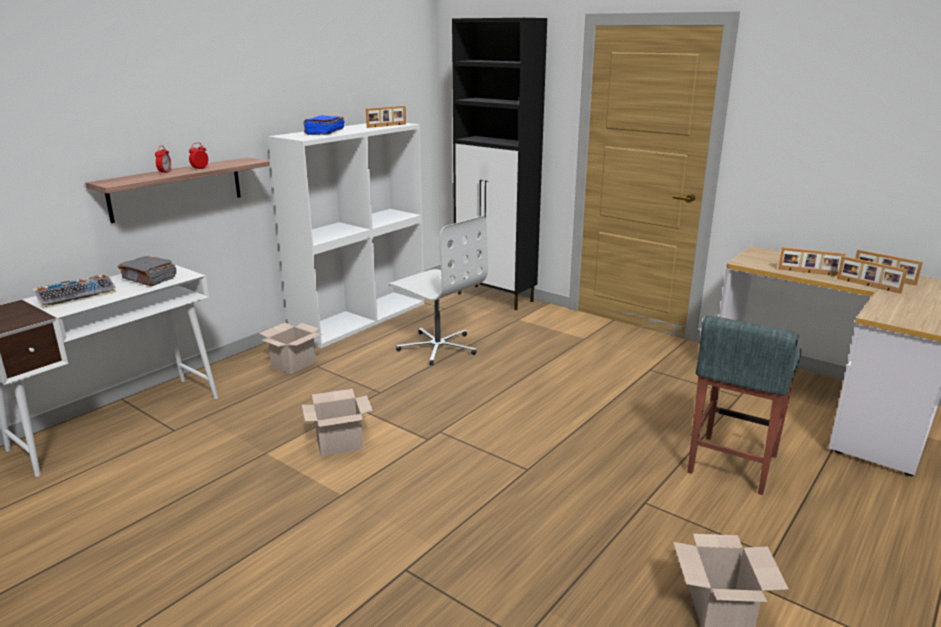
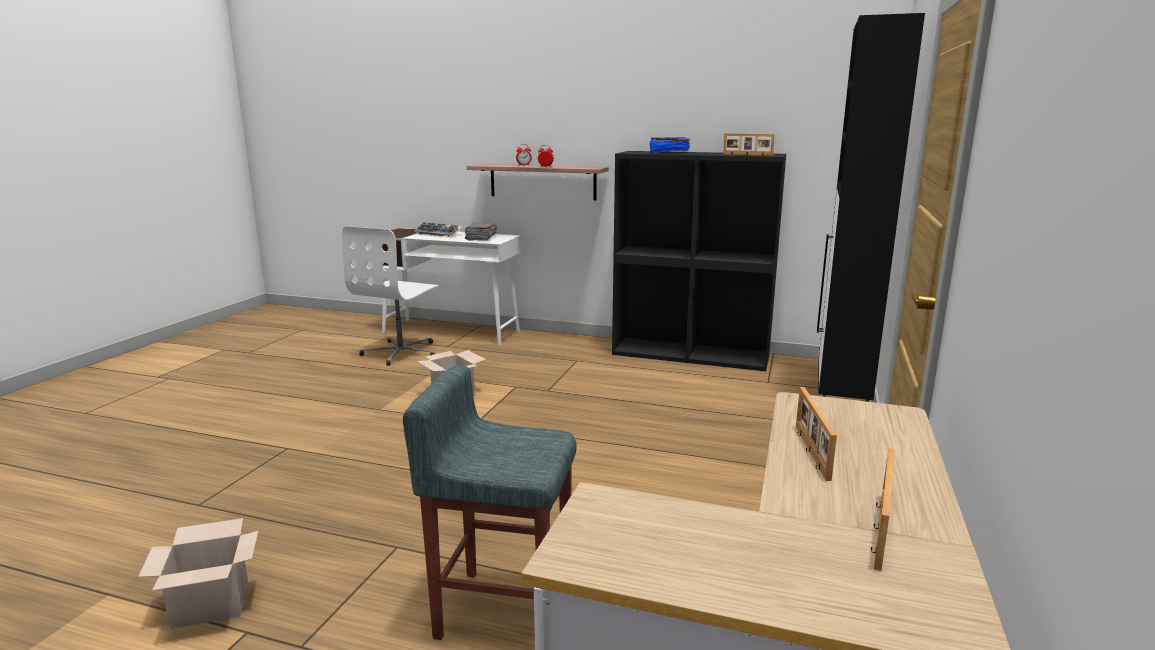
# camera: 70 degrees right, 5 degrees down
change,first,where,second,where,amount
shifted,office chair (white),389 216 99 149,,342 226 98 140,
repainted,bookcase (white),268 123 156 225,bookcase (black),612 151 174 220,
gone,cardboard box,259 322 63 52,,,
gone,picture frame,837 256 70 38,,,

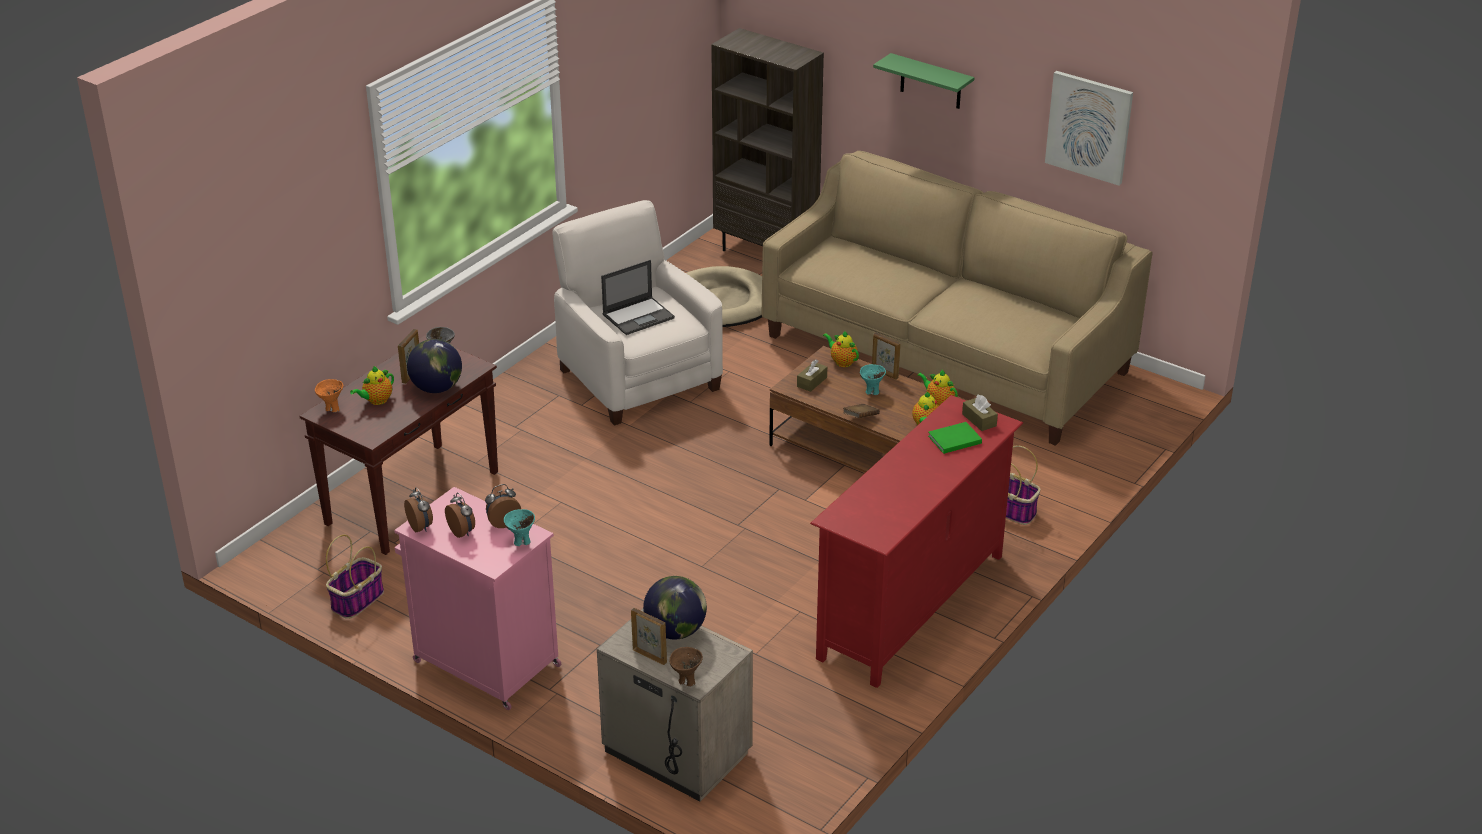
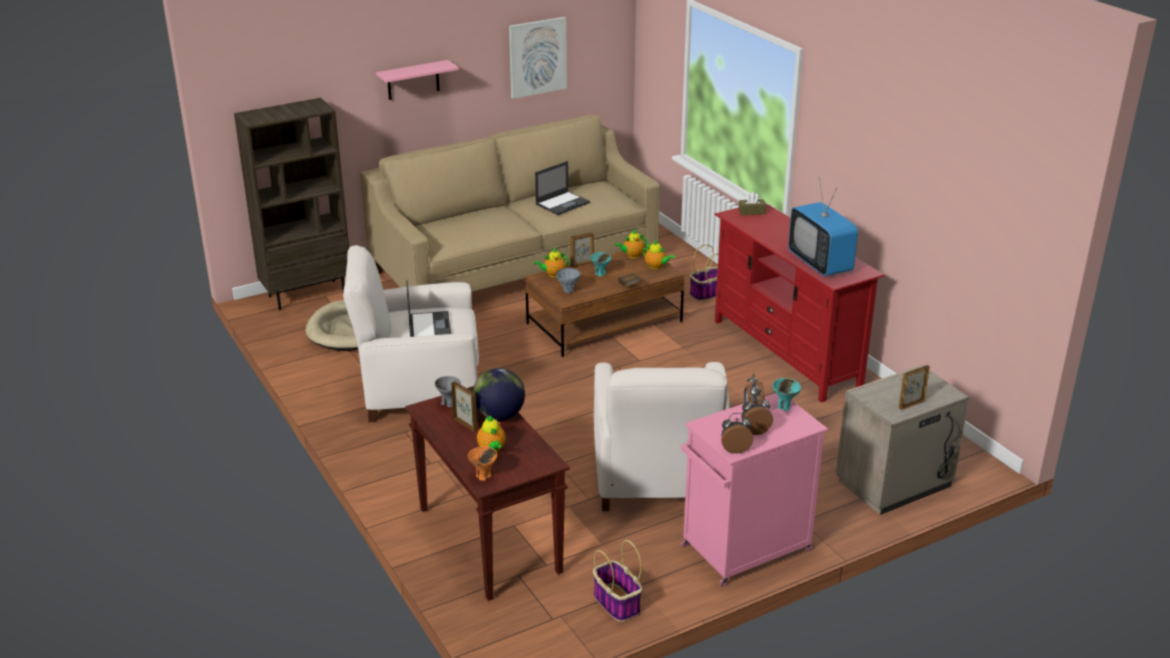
# camera: 65 degrees left, 5 degrees down
change,first,where,second,where,amount
repainted,shelf (green),873 53 101 56,shelf (pink),376 60 83 40,
new,,,laptop,535 161 55 54,
swapped,tissue box (brown),797 360 30 32,vase (grey),556 268 24 25,
new,,,armchair (white),594 362 136 149,
new,,,television,788 177 70 99,
gone,globe,643 576 64 63,,,
gone,bowl (brown),669 647 34 40,,,
gone,book (green),928 422 54 32,,,

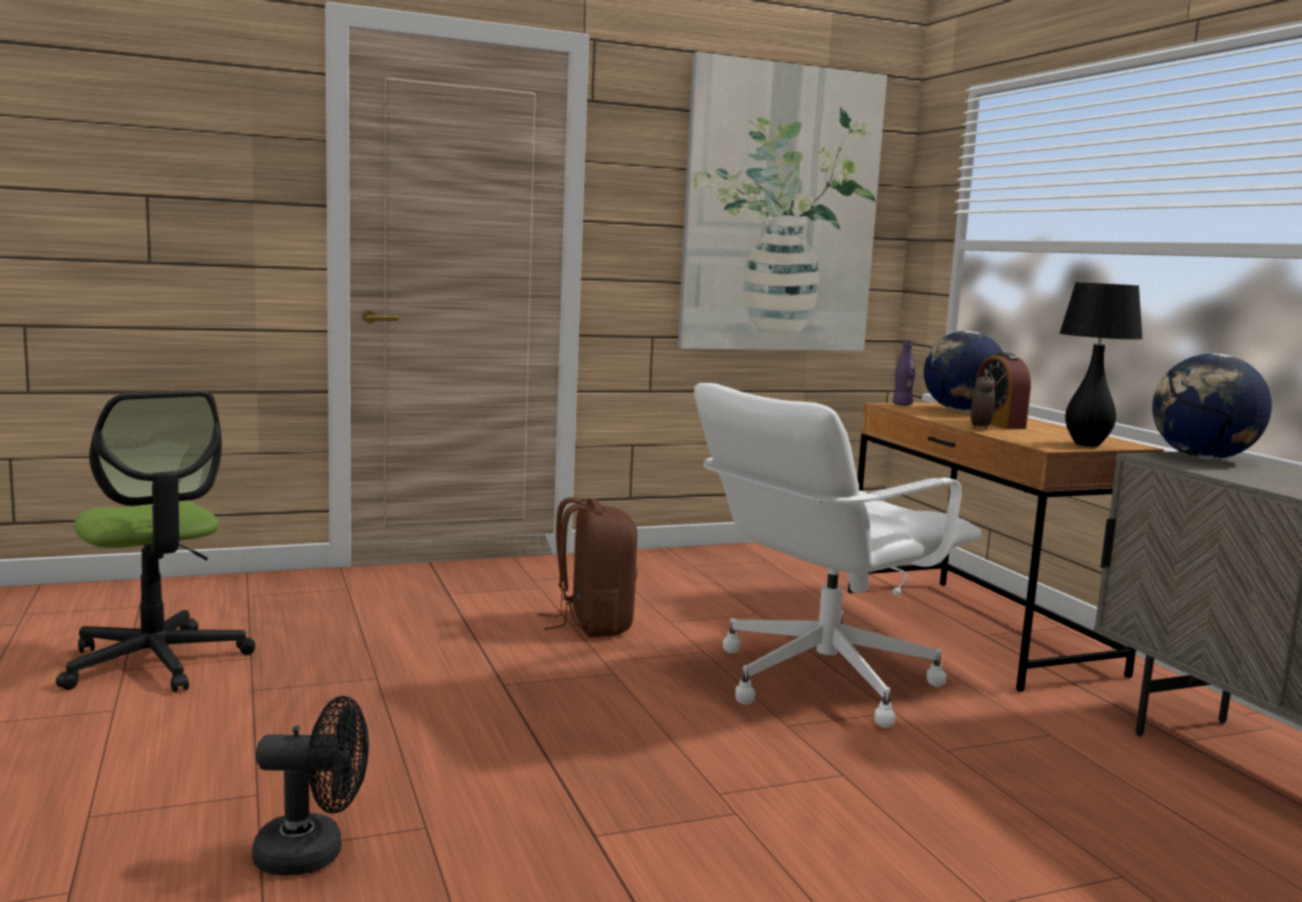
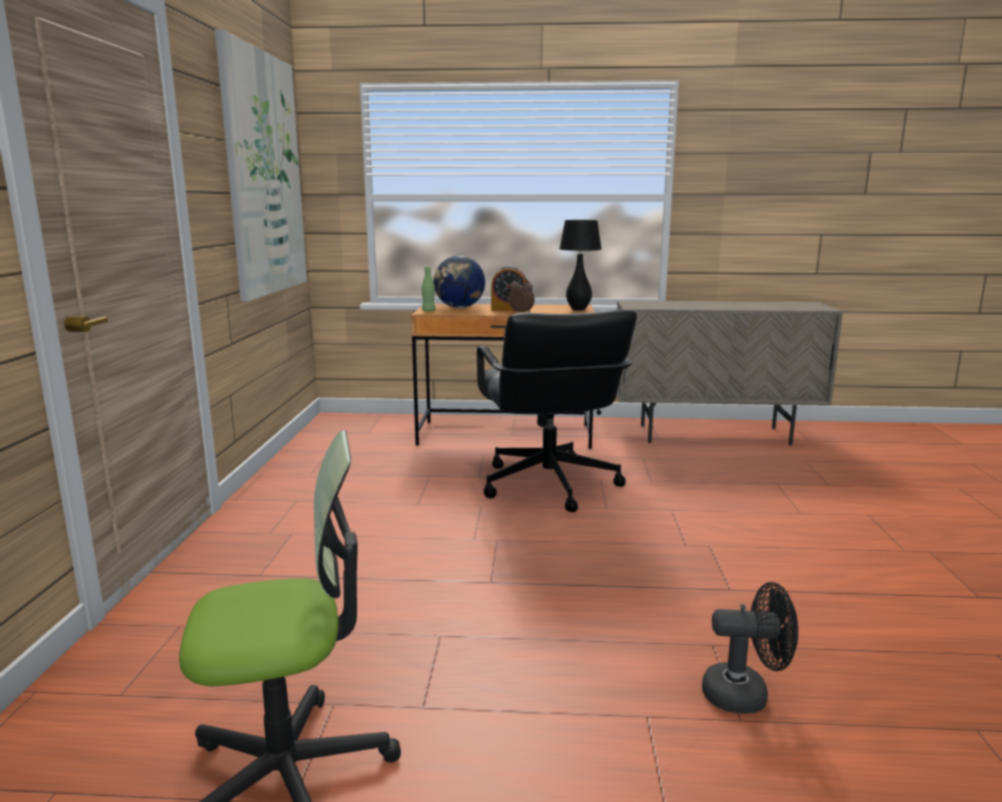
# camera: 65 degrees left, 5 degrees up
change,first,where,second,where,amount
repainted,bottle (purple),893 339 22 67,bottle (green),422 267 13 45,
repainted,office chair (white),694 383 288 345,office chair (black),477 309 160 203,
rotated,fan (black),252 696 117 180,,702 582 96 132,75 degrees clockwise
gone,backpack (brown),539 497 99 140,,,
gone,globe,1152 353 120 107,,,

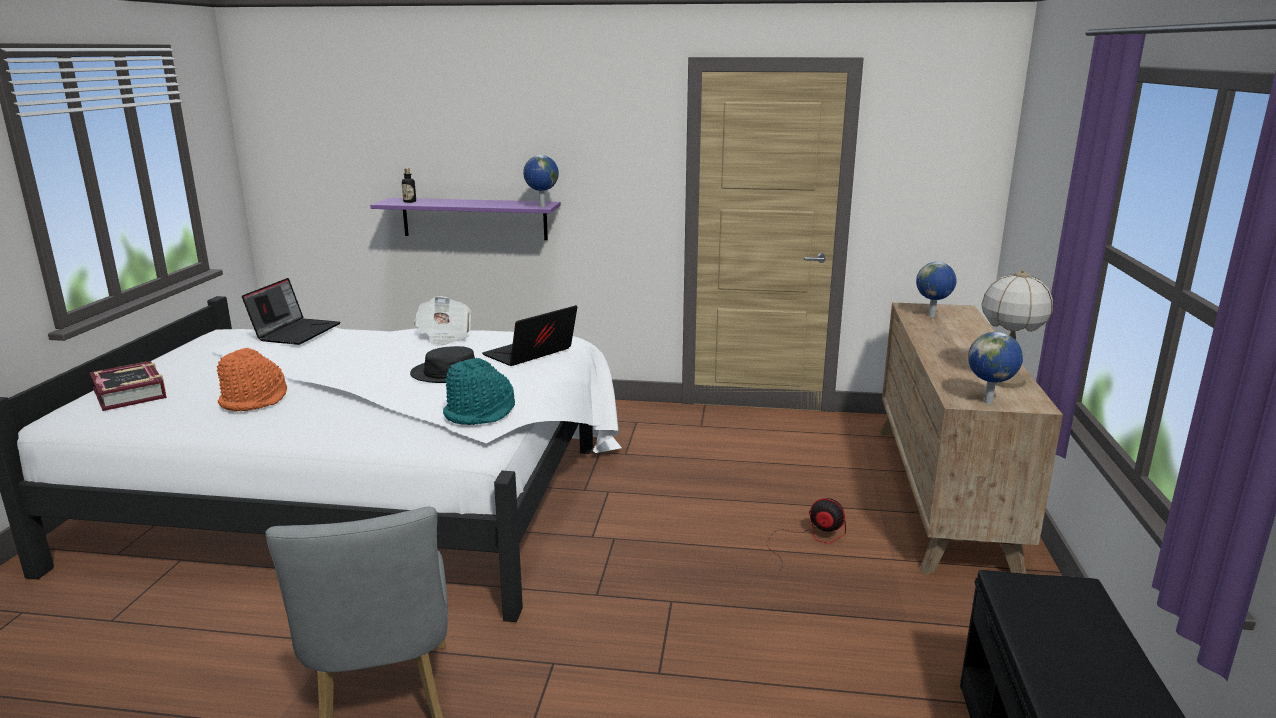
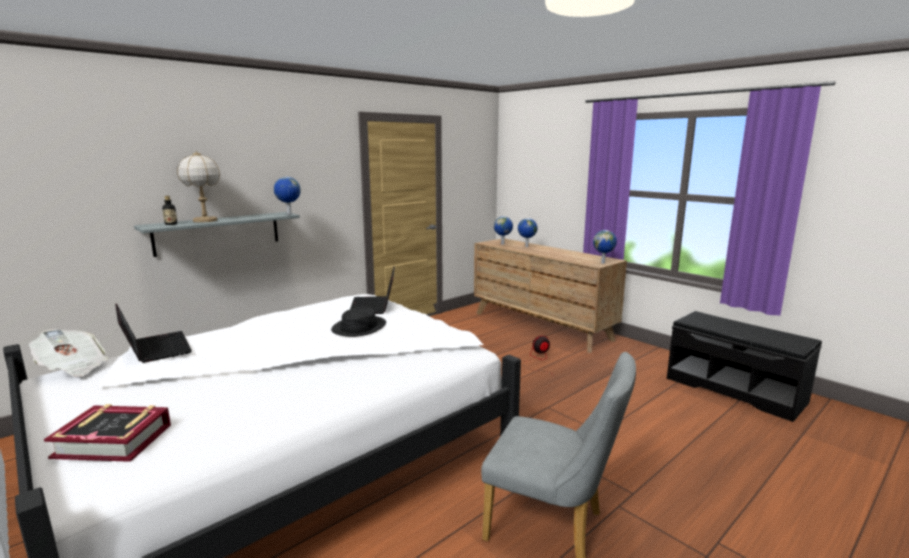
# camera: 50 degrees left, 5 degrees down
change,first,where,second,where,amount
shifted,newspaper,414 296 57 50,,29 329 79 48,
repainted,shelf (purple),370 198 191 42,shelf (grey),134 212 166 45,
shifted,table lamp,982 269 71 119,,177 151 43 72,
new,,,globe,518 218 19 29,
gone,hat (orange),217 348 70 64,,,
gone,hat (turquoise),443 358 72 67,,,

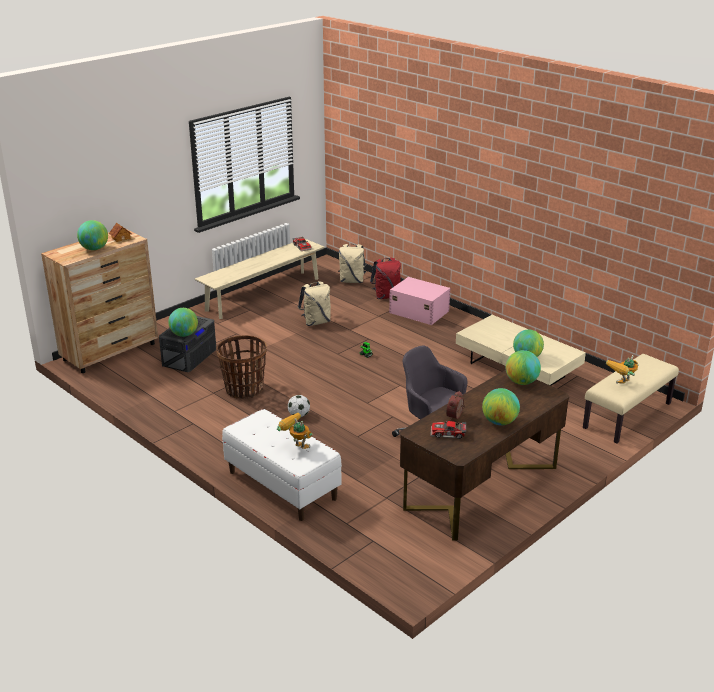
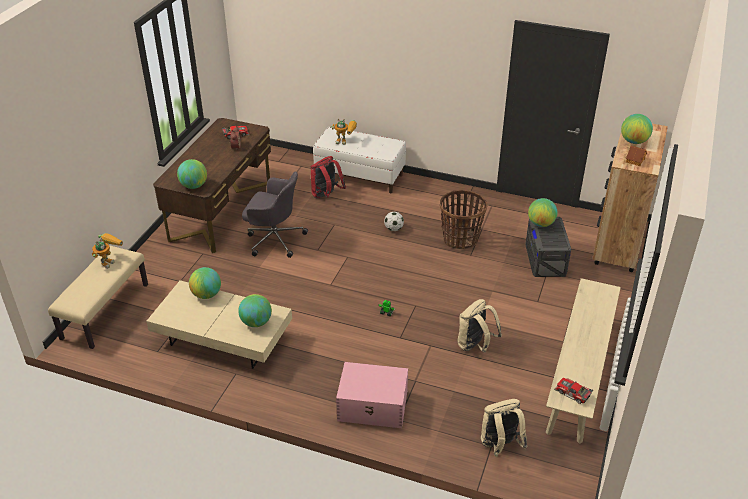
# camera: 155 degrees right, 10 degrees up
change,first,where,second,where,amount
shifted,globe,482 388 38 37,,238 294 34 33,
shifted,backpack (red),370 257 31 42,,311 156 35 42,

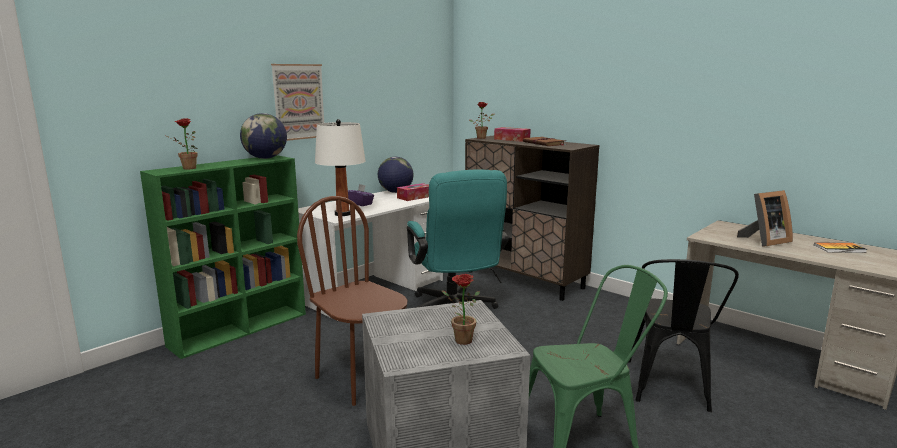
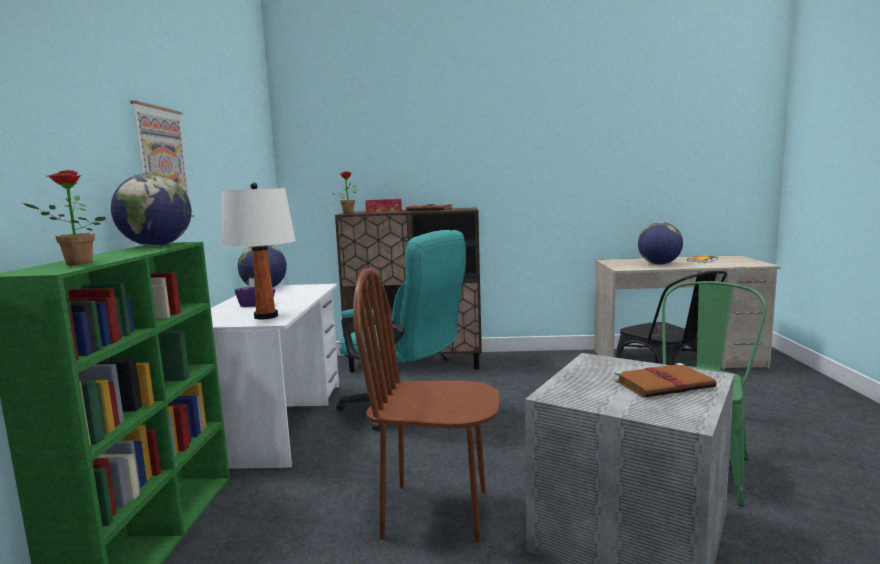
# camera: 40 degrees left, 5 degrees down
change,first,where,second,where,amount
swapped,potted plant,442 274 38 71,book (brown),615 363 102 34,
swapped,picture frame,737 190 56 57,globe,638 222 45 43,
gone,tissue box,397 183 32 18,,,

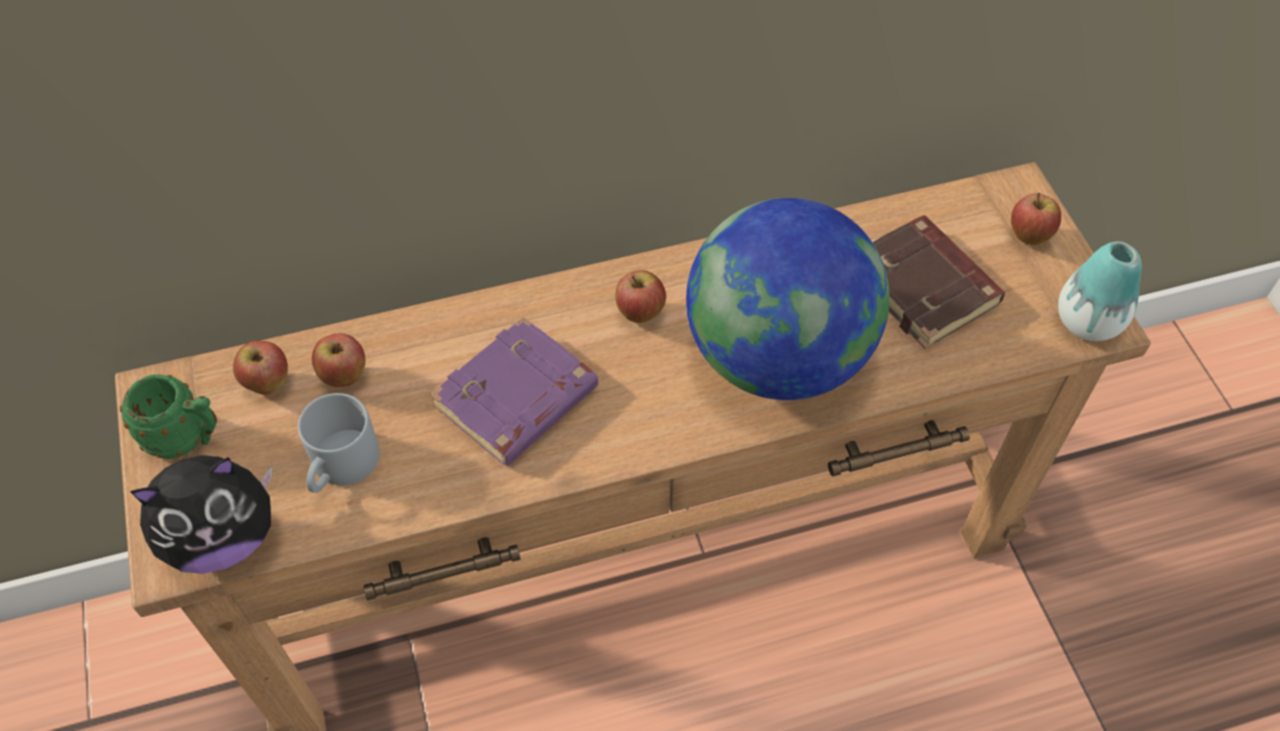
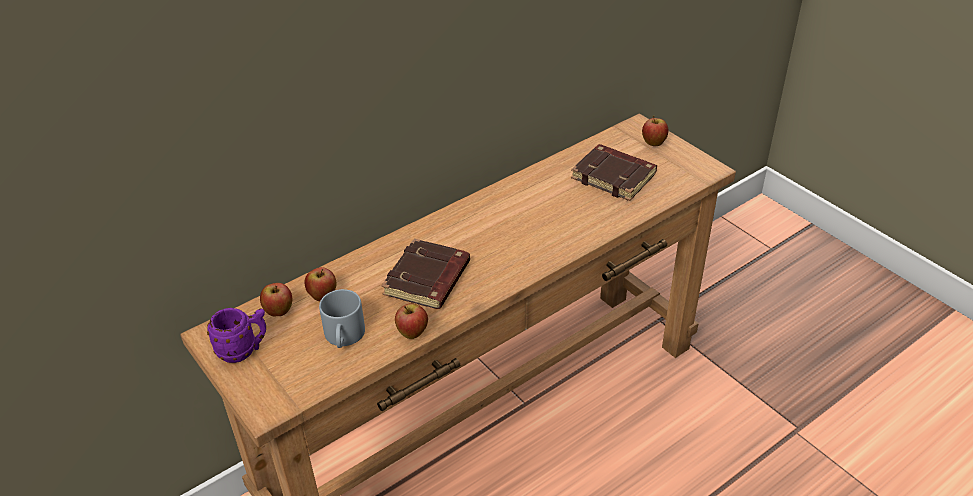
# camera: 20 degrees left, 15 degrees down
change,first,where,second,where,amount
repainted,mug (green),120 374 97 85,mug (purple),207 308 59 55,
repainted,book (purple),430 316 168 150,book (brown),381 238 89 71,
shifted,apple,615 270 51 53,,395 303 33 36,
gone,plush toy,130 455 142 119,,,
gone,globe,686 198 204 202,,,
gone,vase,1058 241 84 100,,,

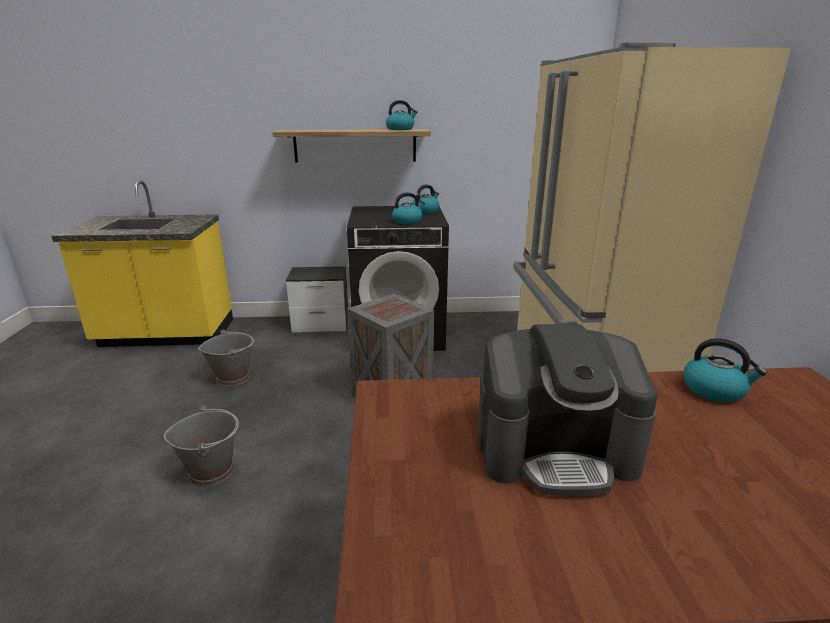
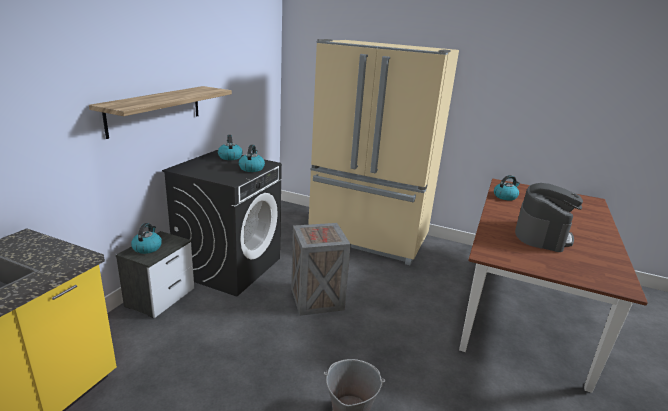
# camera: 65 degrees left, 0 degrees up
change,first,where,second,where,amount
shifted,kettle,386 100 31 30,,131 223 31 31,
gone,bucket (grey),198 330 56 57,,,

